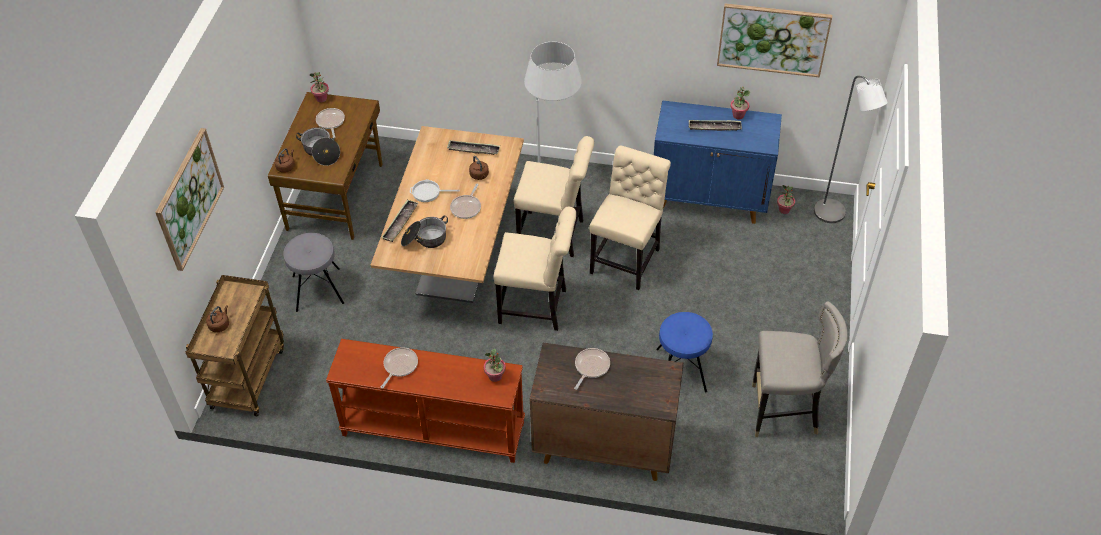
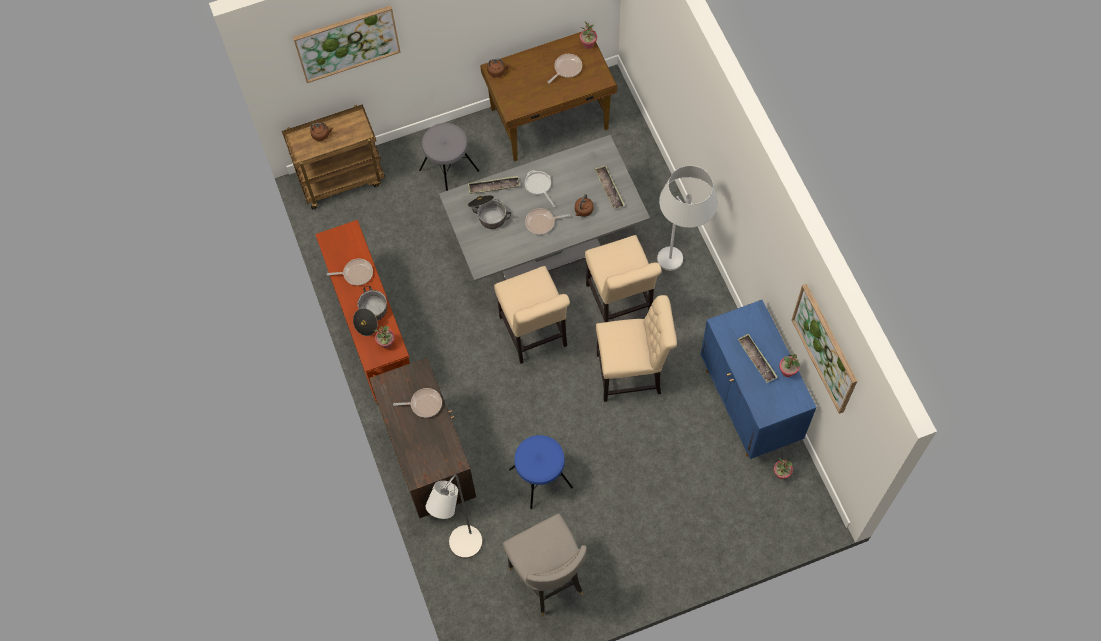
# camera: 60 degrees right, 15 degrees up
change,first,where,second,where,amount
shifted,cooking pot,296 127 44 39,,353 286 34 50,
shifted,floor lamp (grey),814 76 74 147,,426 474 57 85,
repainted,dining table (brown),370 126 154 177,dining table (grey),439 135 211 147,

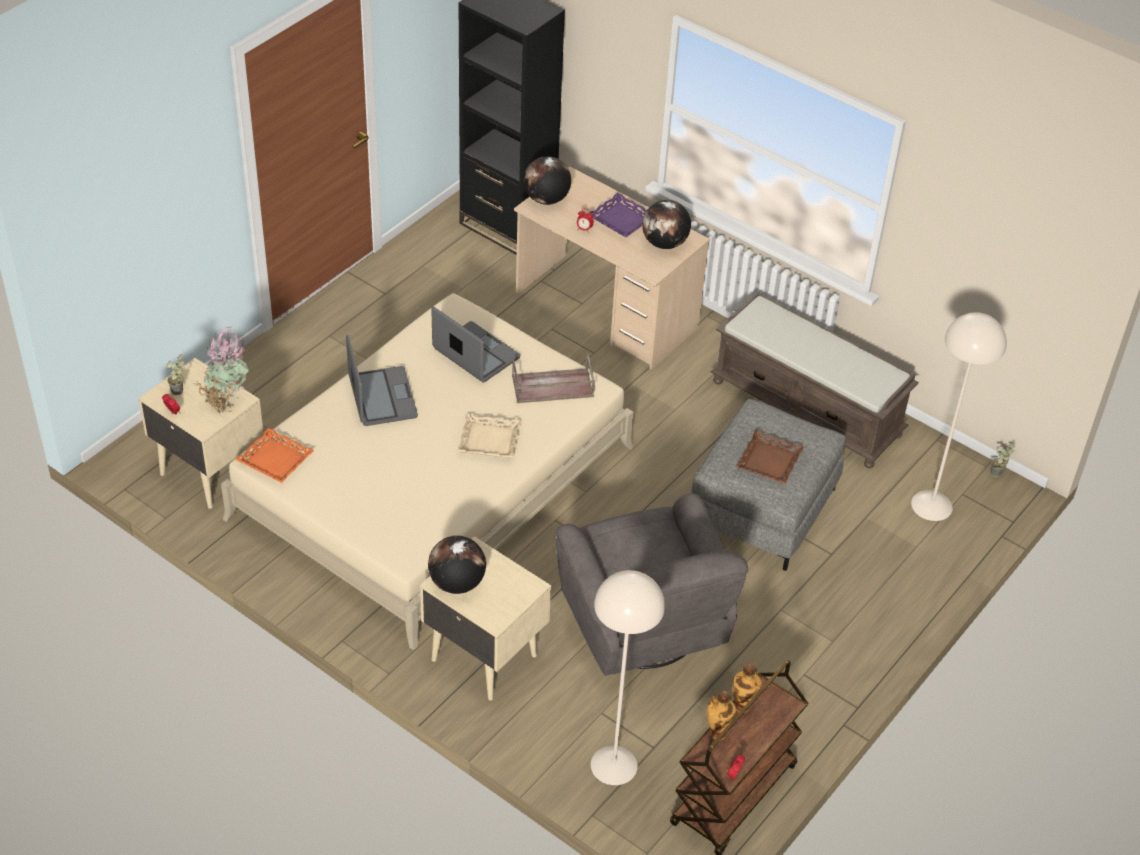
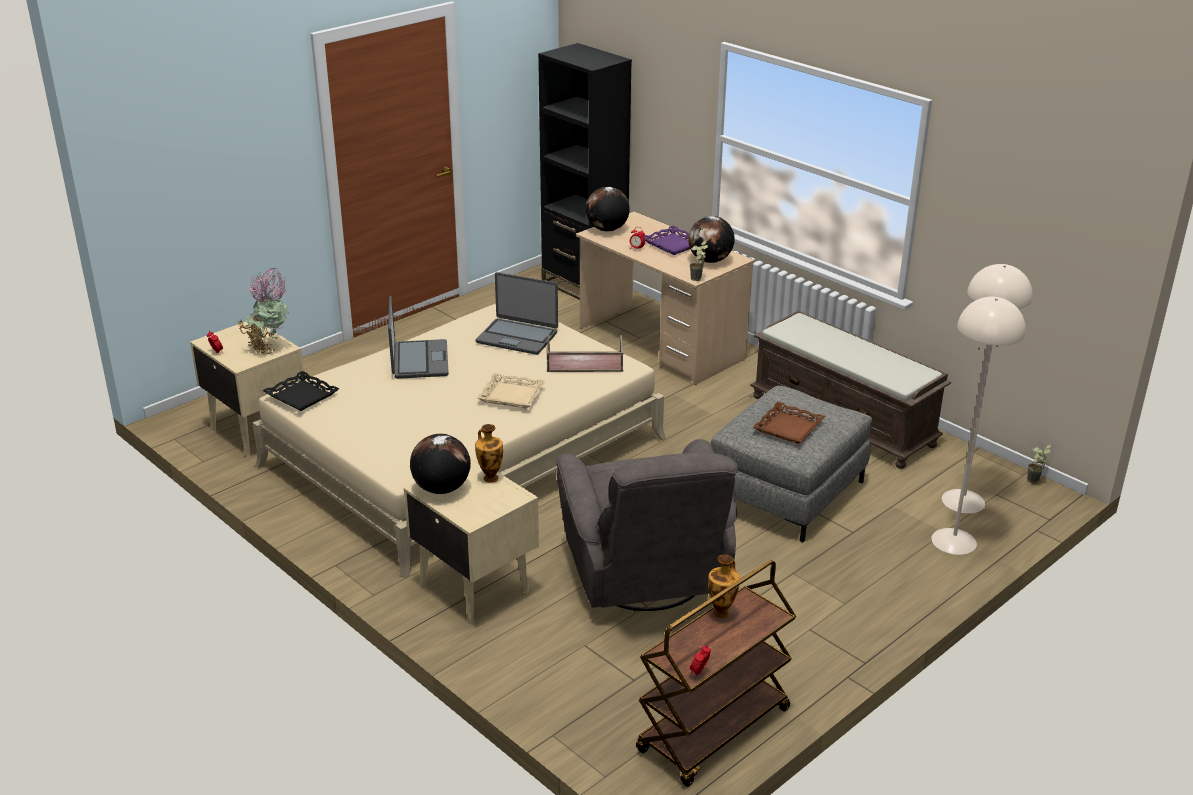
# camera: 10 degrees right, 15 degrees down
change,first,where,second,where,amount
repainted,tray (orange),235 428 79 55,tray (black),263 371 76 40,
shifted,vase,707 691 29 49,,475 424 28 59,
rotated,laptop,431 306 89 76,,476 272 82 83,150 degrees clockwise
shifted,potted plant,166 354 18 41,,690 240 18 41,
shifted,floor lamp (beige),591 570 74 215,,931 297 95 258,

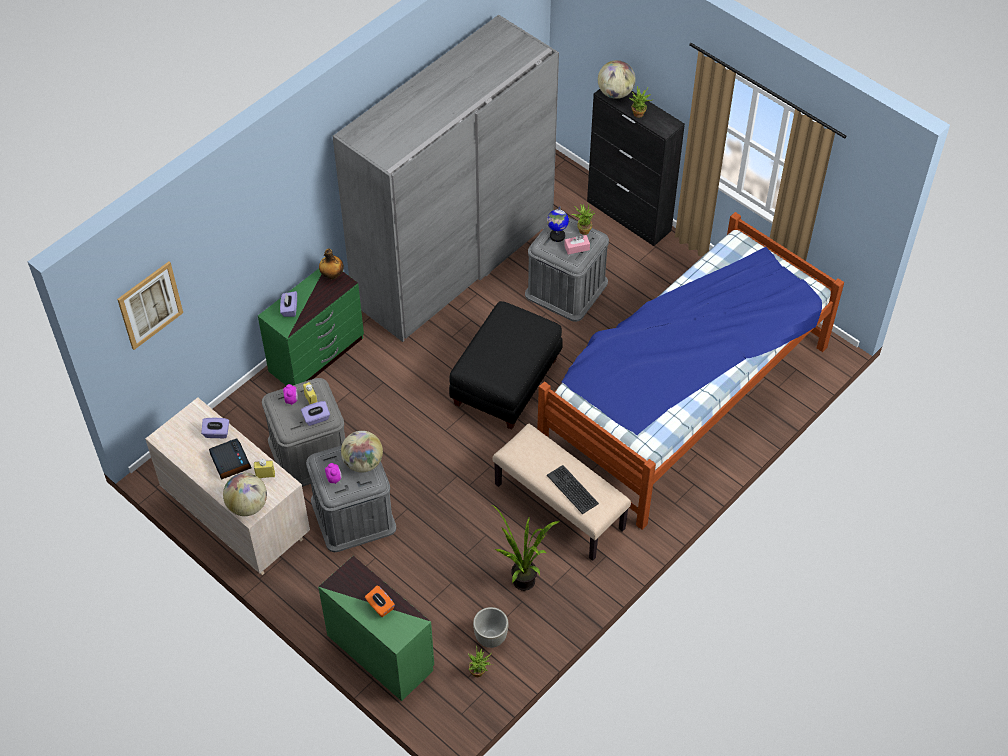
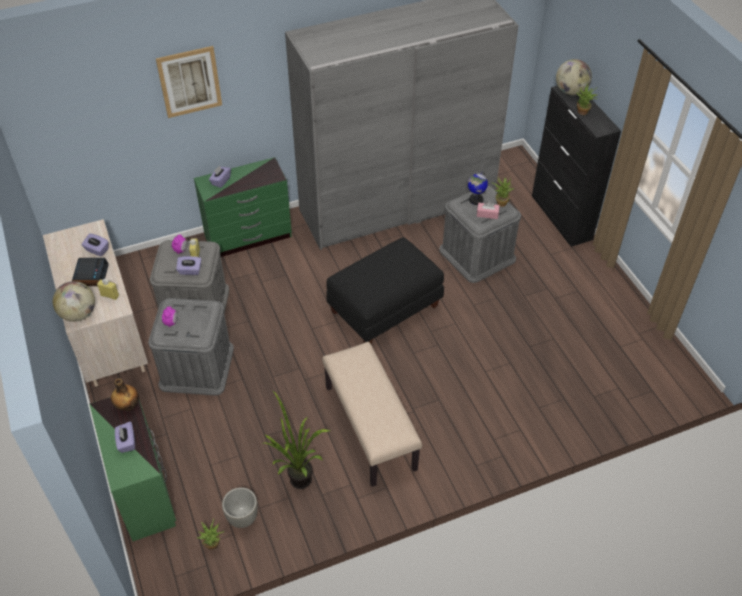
# camera: 25 degrees right, 5 degrees down
change,first,where,second,where,amount
shifted,bottle,319 249 25 30,,111 378 28 33,
repainted,tissue box (orange),365 585 30 32,tissue box (purple),115 421 20 32,
shifted,picture,117 262 66 88,,156 46 66 72,
gone,globe,341 431 42 41,,,
gone,bed,537 212 307 318,,,
gone,keyboard,547 465 52 49,,,

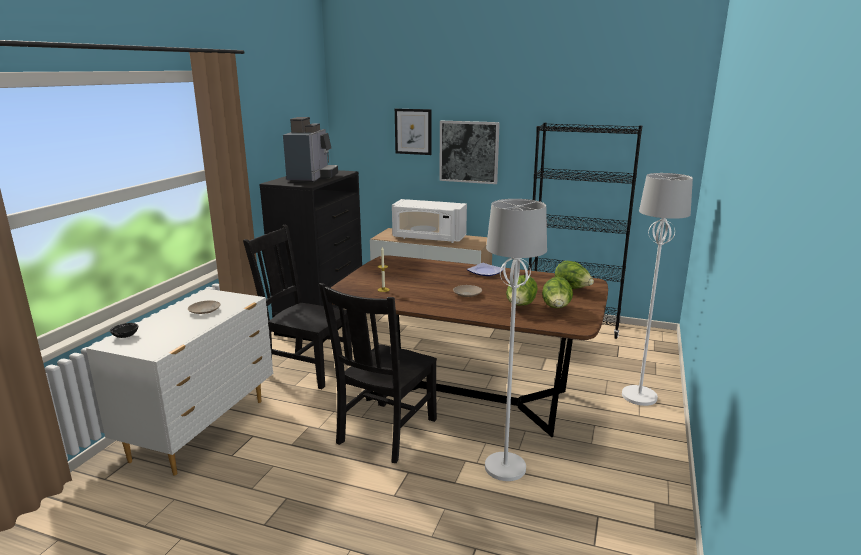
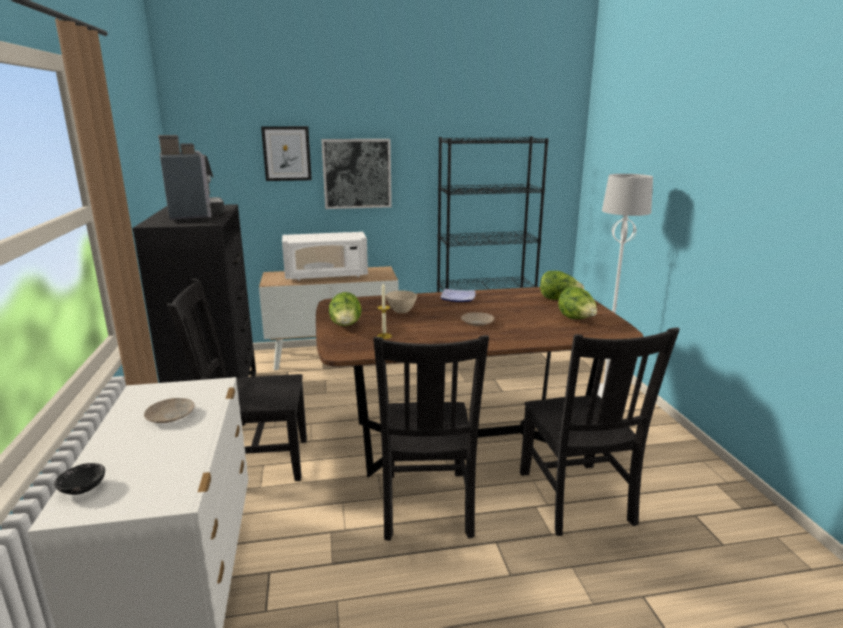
# camera: 30 degrees left, 0 degrees up
change,first,where,second,where,amount
shifted,lettuce,506 275 32 31,,329 292 33 34,
new,,,bowl (beige),386 291 31 22,
swapped,floor lamp (white),485 199 62 282,chair (black),520 327 160 209,

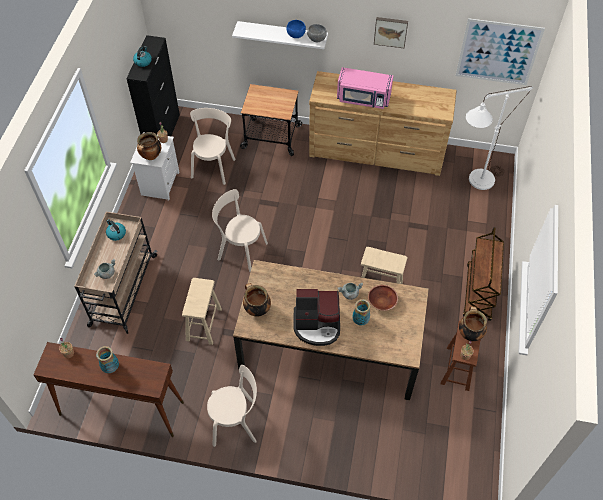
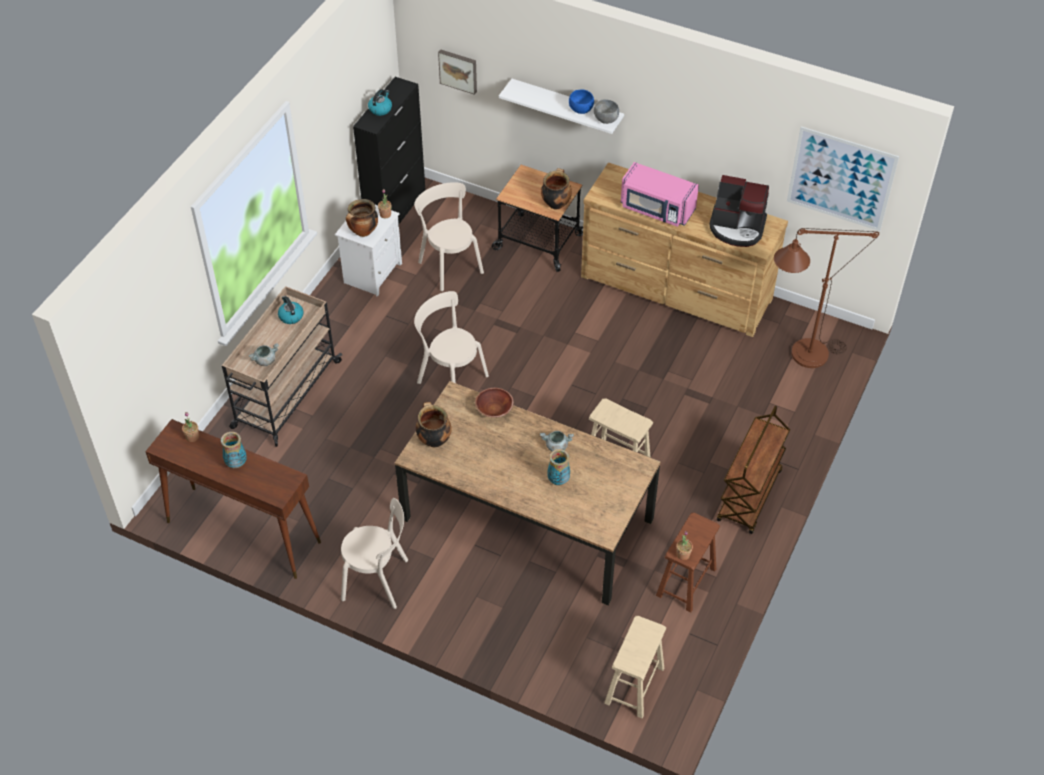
# camera: 15 degrees right, 5 degrees down
change,first,where,second,where,amount
rotated,chair (beige),190 108 45 77,,414 182 70 109,60 degrees counterclockwise
shifted,picture,374 17 34 31,,438 49 39 46,
shifted,bowl (brown),368 285 30 26,,475 388 38 30,
shifted,cooking pot,459 306 28 35,,541 168 31 41,
shifted,stool (beige),182 278 40 67,,604 616 62 102,
shifted,coffee machine,294 289 46 57,,710 175 59 72,
repainted,floor lamp (white),466 86 67 104,floor lamp (brown),774 228 105 140,

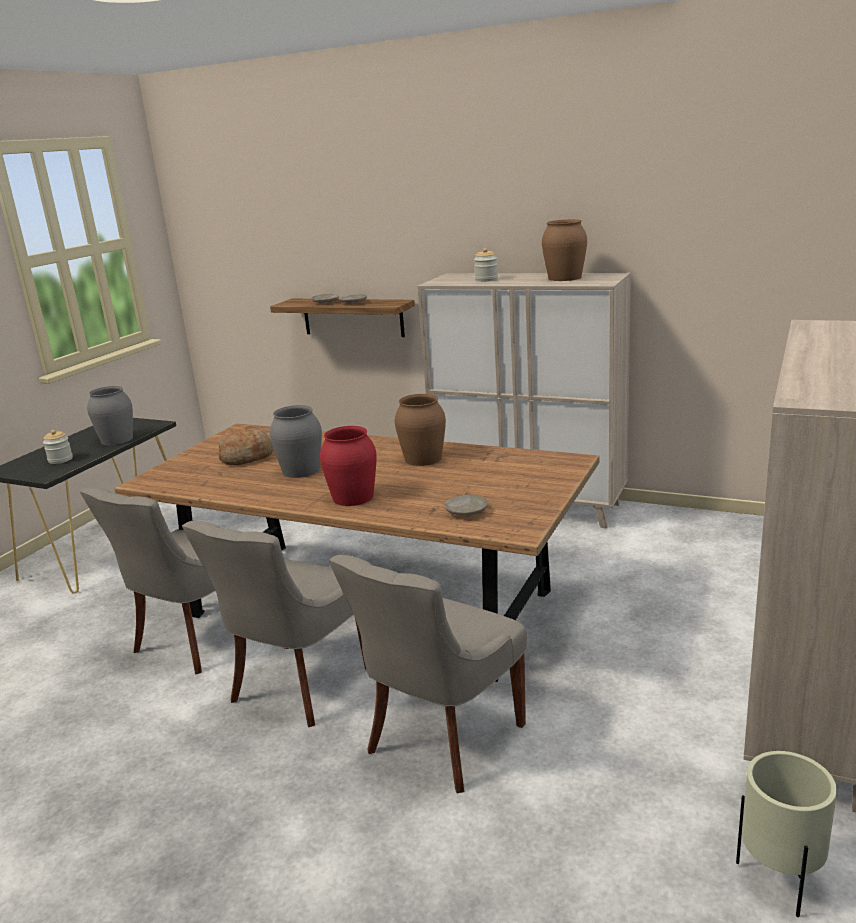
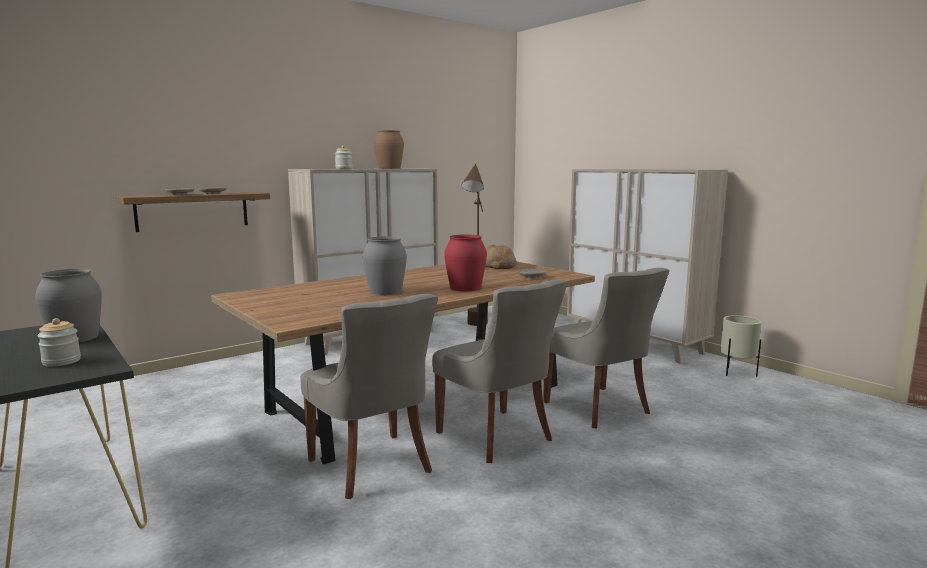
# camera: 65 degrees left, 10 degrees down
change,first,where,second,where,amount
new,,,floor lamp (brown),462 164 26 162,
shifted,bread,219 426 54 39,,485 245 31 24,
gone,vase (brown),395 394 51 72,,,

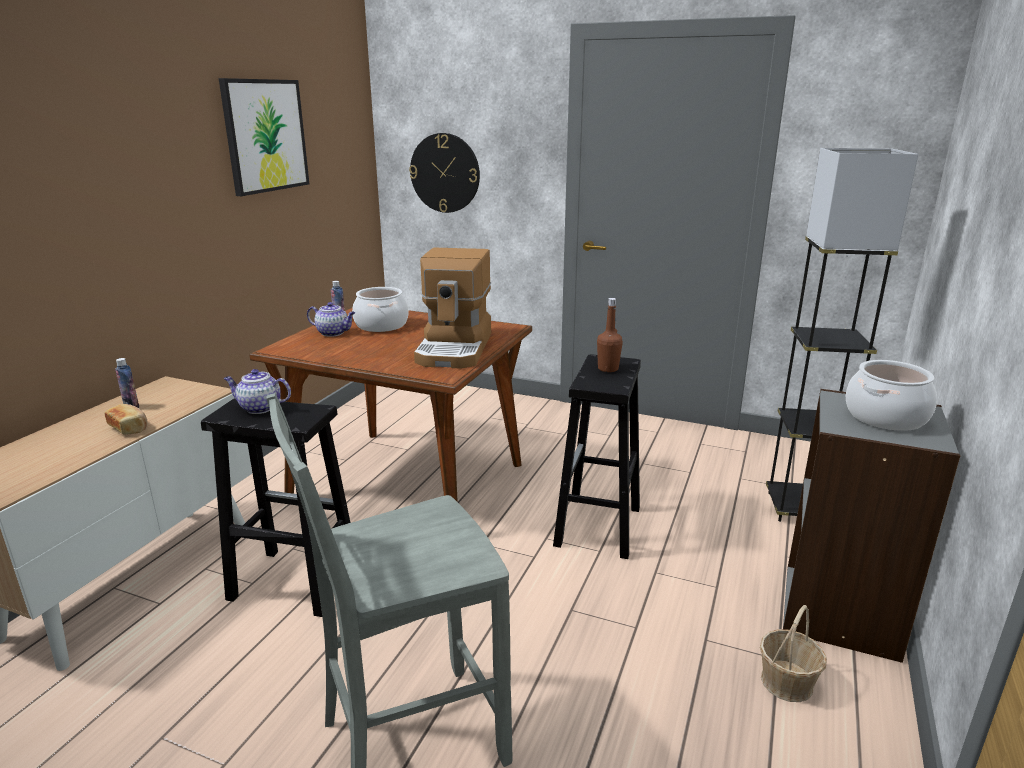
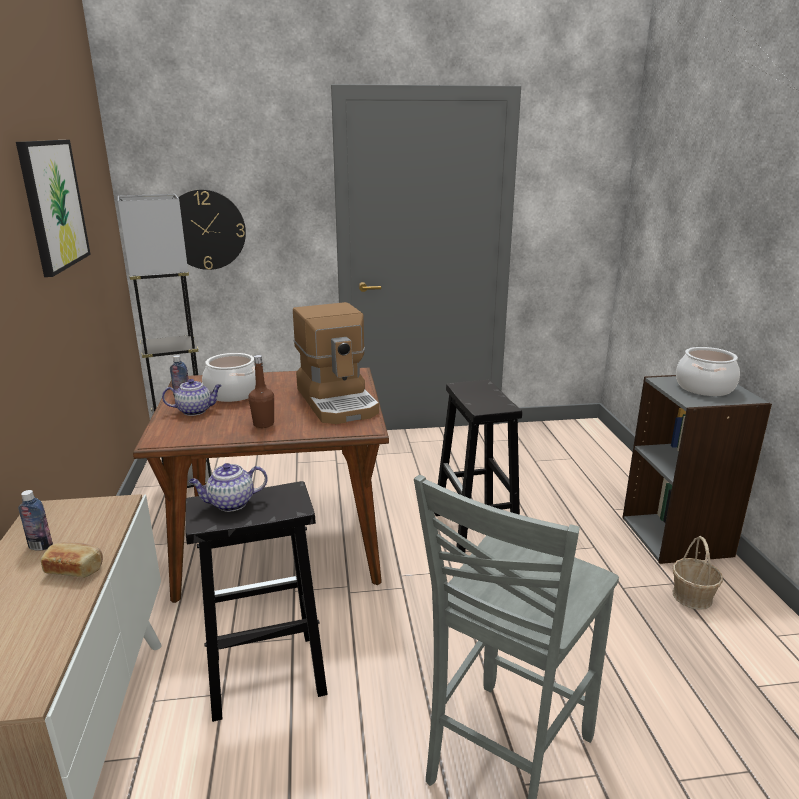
# camera: 30 degrees left, 0 degrees up
change,first,where,second,where,amount
shifted,floor lamp (grey),766 148 153 374,,118 194 94 294,
shifted,bottle (brown),597 298 26 74,,248 355 26 73,

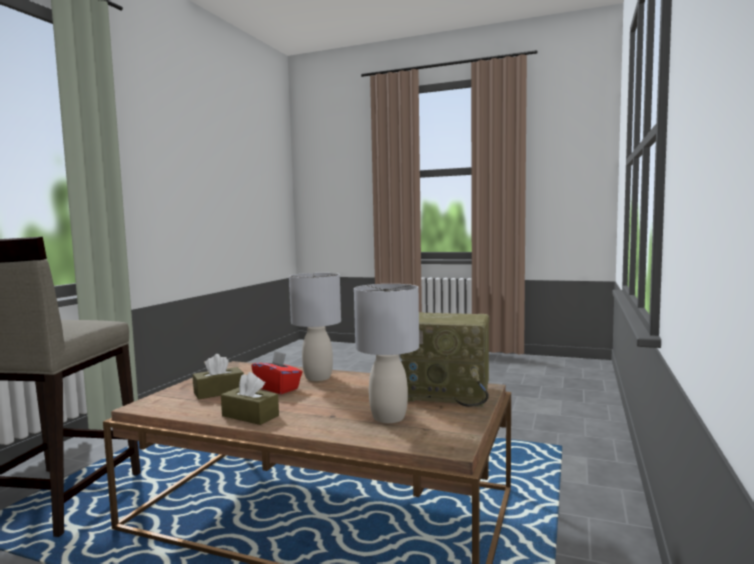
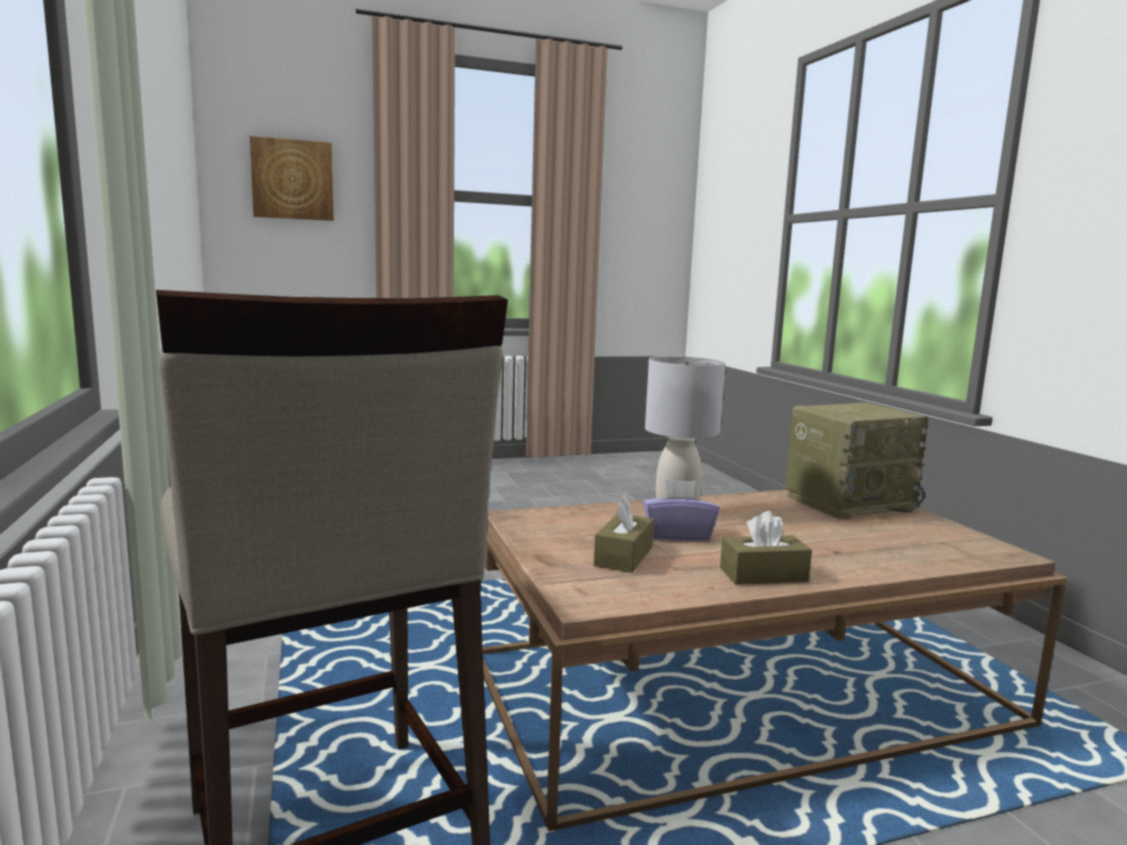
# camera: 40 degrees left, 5 degrees up
change,first,where,second,where,amount
new,,,picture,250 136 84 85,
repainted,tissue box (red),251 351 52 43,tissue box (purple),643 479 77 62,
gone,table lamp (grey),354 284 65 139,,,

